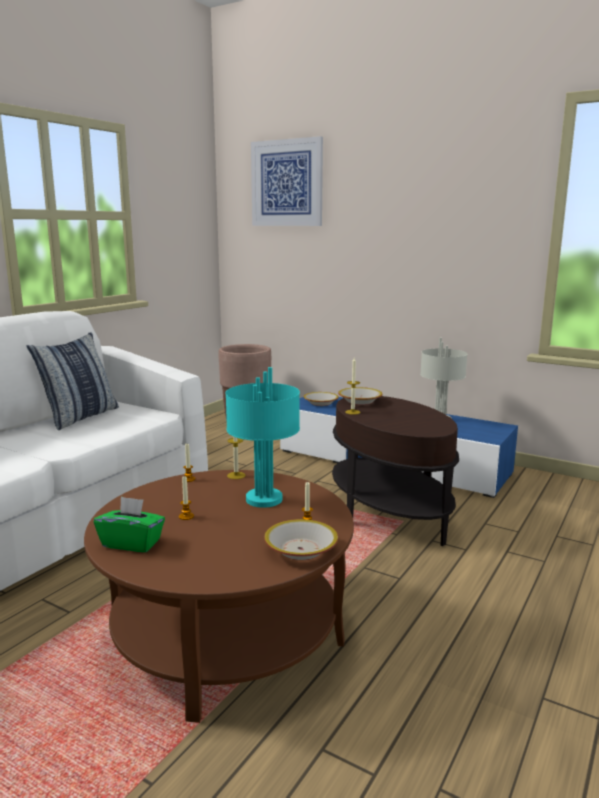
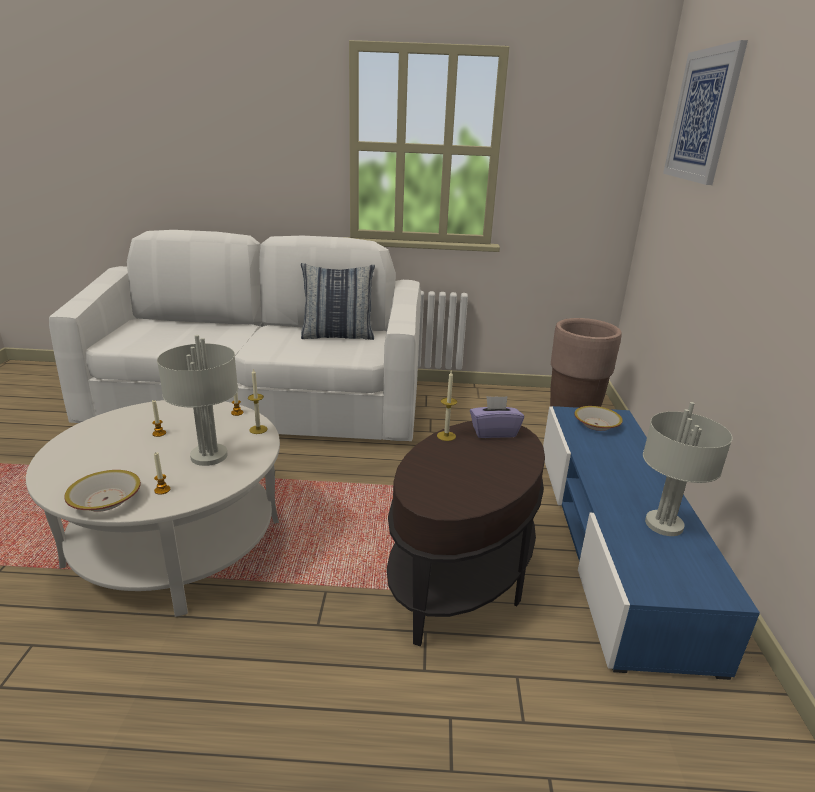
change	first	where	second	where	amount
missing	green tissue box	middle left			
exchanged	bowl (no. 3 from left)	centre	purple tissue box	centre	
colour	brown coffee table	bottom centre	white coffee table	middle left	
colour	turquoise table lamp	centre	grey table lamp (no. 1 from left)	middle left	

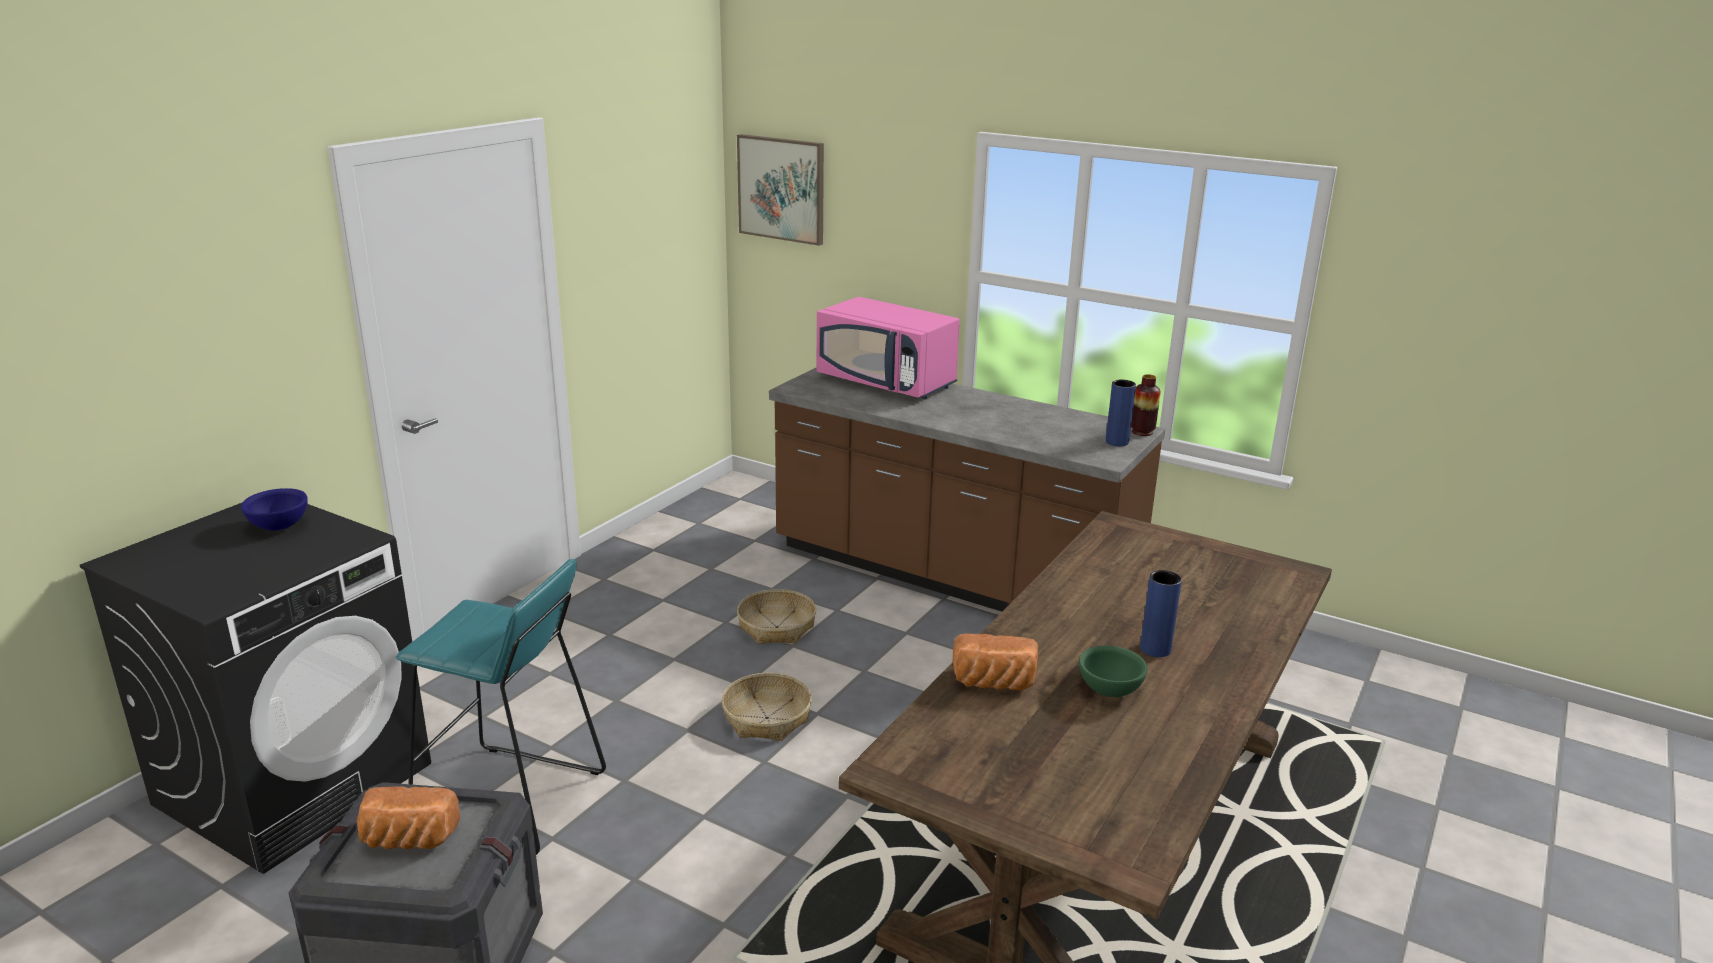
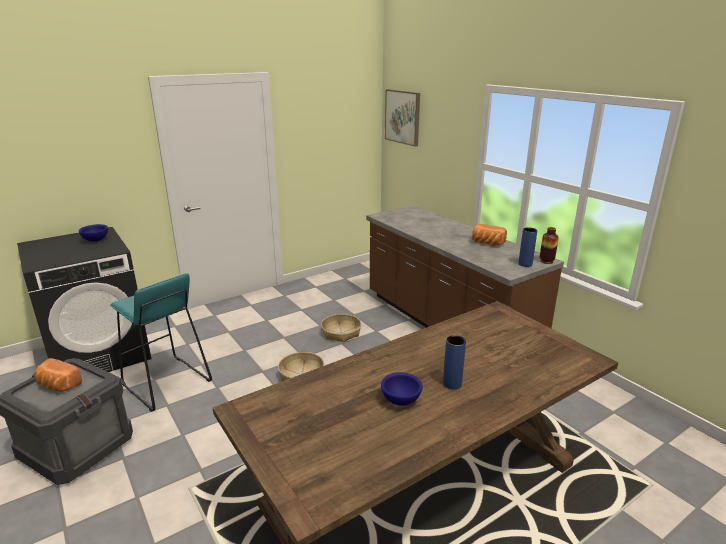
change	first	where	second	where	amount
missing	pink microwave	centre			
relocated	bread (no. 2 from left)	bottom centre		middle right	
colour	green bowl	bottom centre	blue bowl (no. 2 from left)	bottom centre	

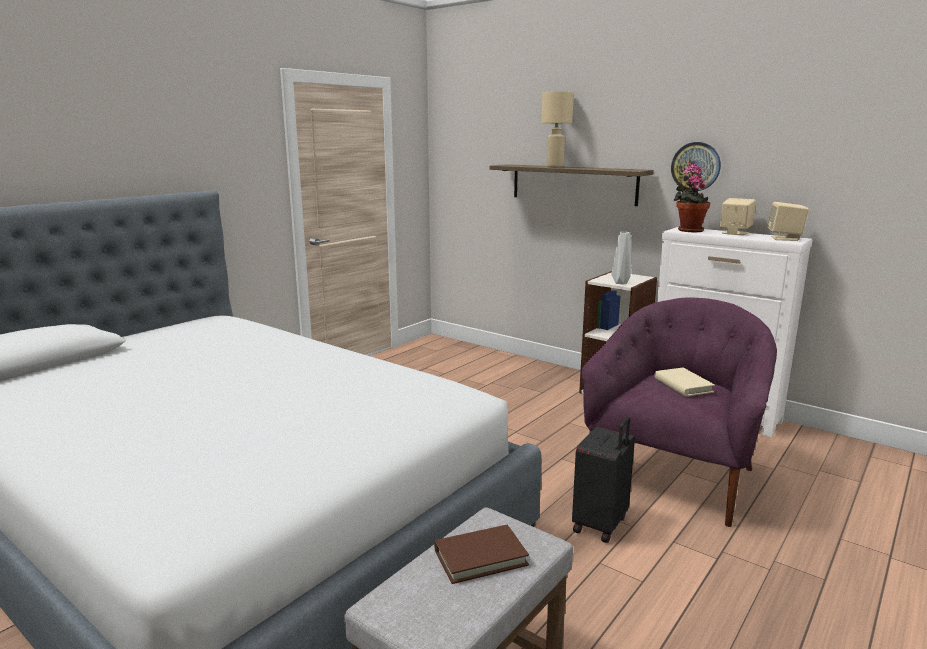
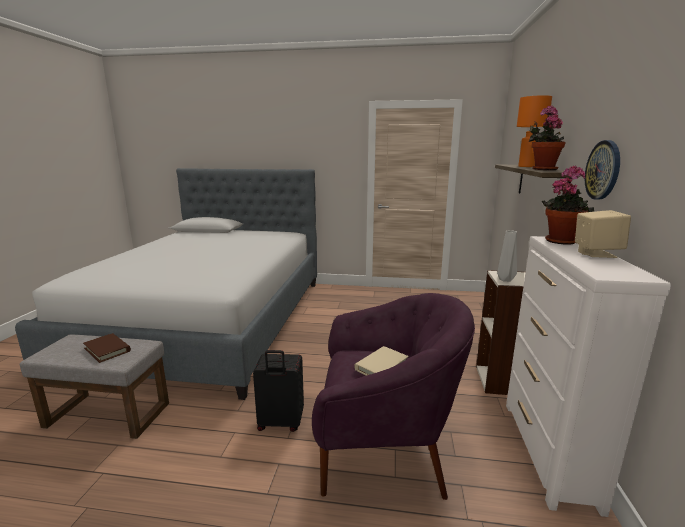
change	first	where	second	where	amount
missing	beige speaker (no. 2 from left)	middle right			
appeared			potted plant (no. 1 from left)	top right	
colour	beige table lamp	top centre	orange table lamp	top right	

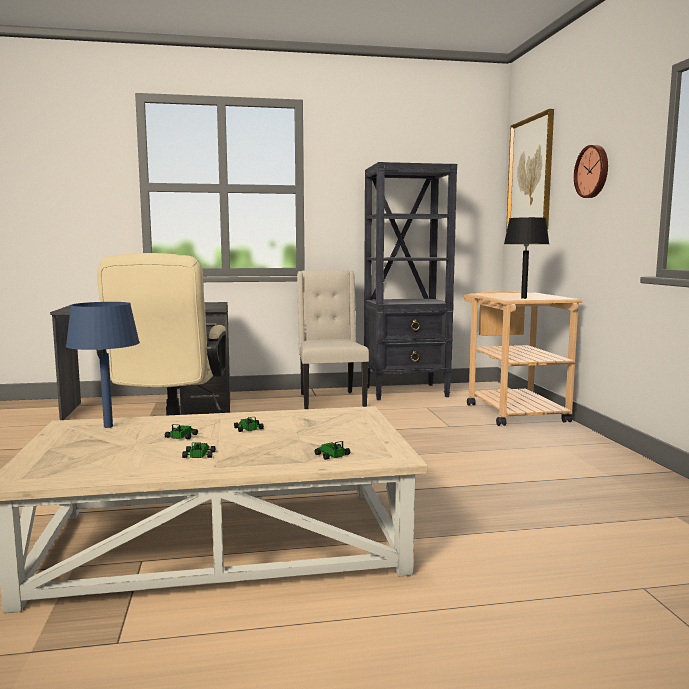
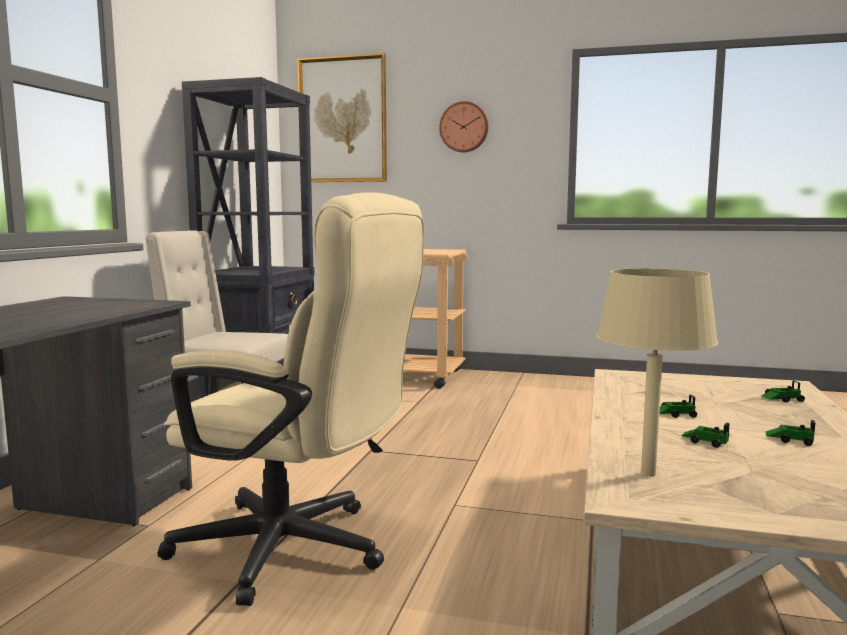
change	first	where	second	where	amount
missing	black table lamp	middle right			
colour	blue table lamp	middle left	beige table lamp	middle right	

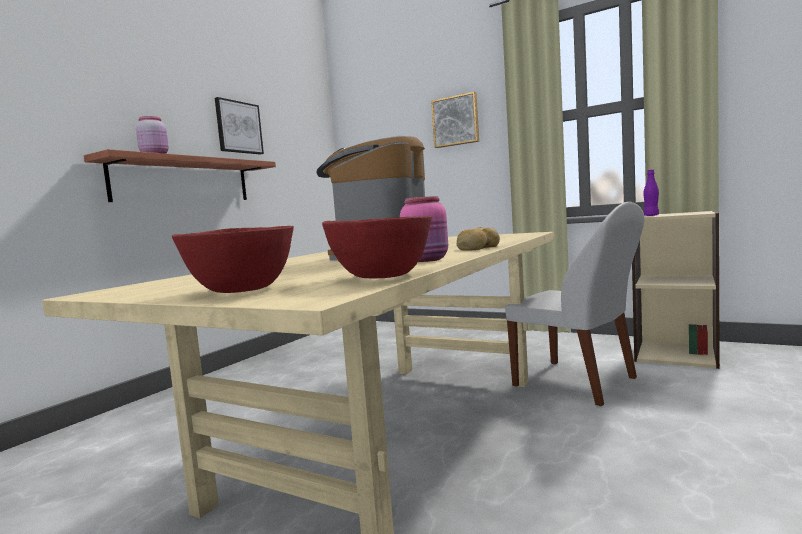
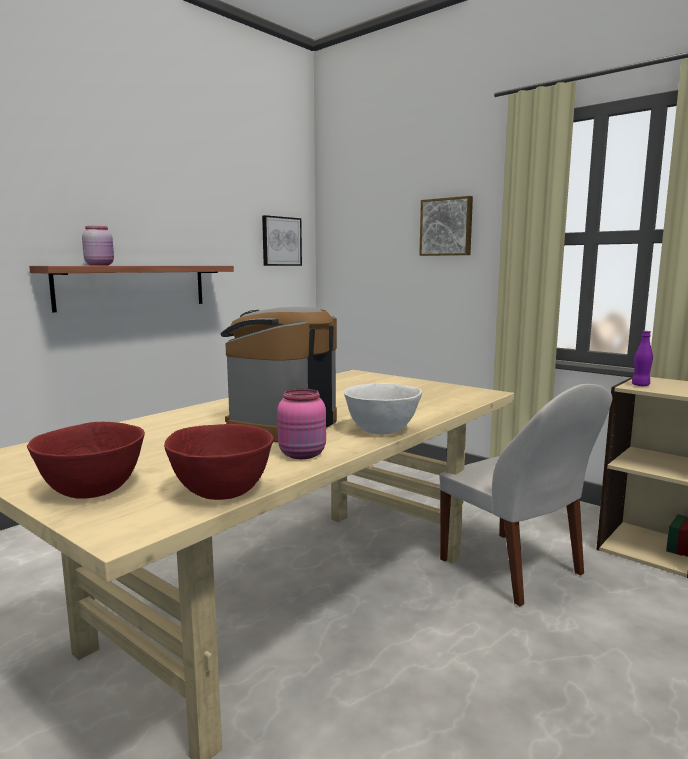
change	first	where	second	where	amount
relocated	picture (no. 1 from left)	top left		top centre	
exchanged	bread	centre	white bowl	centre	

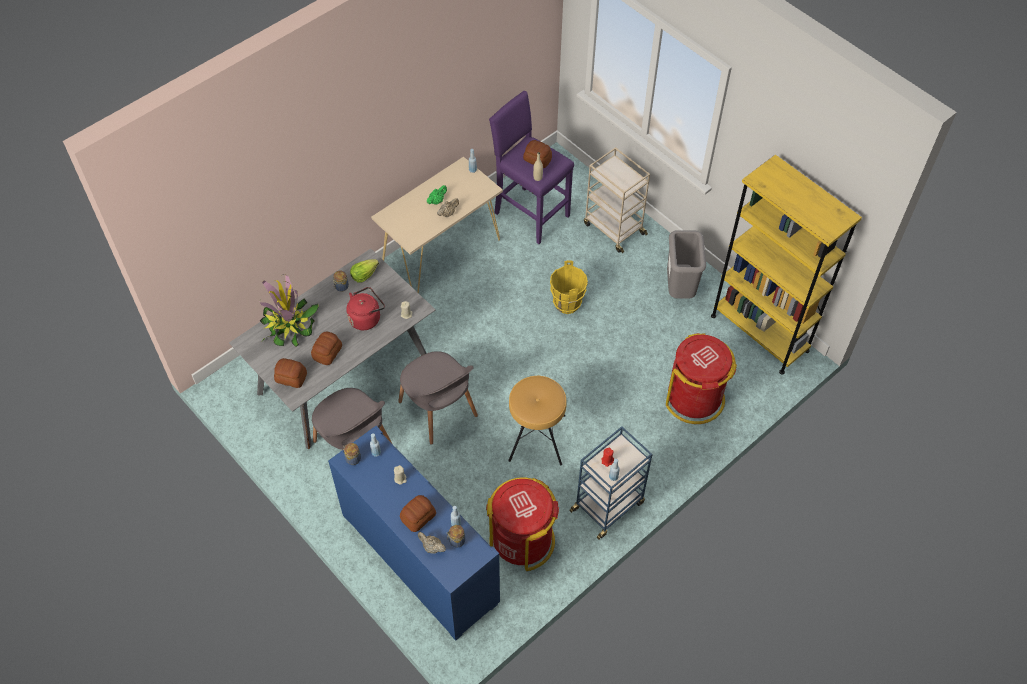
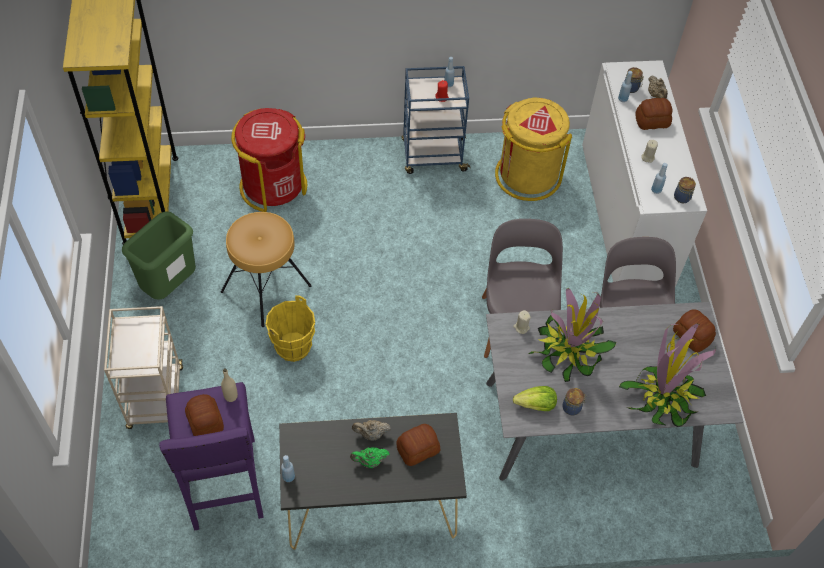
change	first	where	second	where	amount
relocated	bread (no. 2 from left)	middle left		bottom centre	
relocated	brown stool	centre		middle left	
exchanged	red kettle	centre	potted plant (no. 1 from left)	middle right	
colour	blue cabinet	bottom centre	white cabinet	top right	
colour	beige console table	top centre	black console table	bottom centre	
colour	red trash can (no. 1 from left)	bottom centre	yellow trash can	top centre	
colour	grey trash can	middle right	green trash can	middle left	

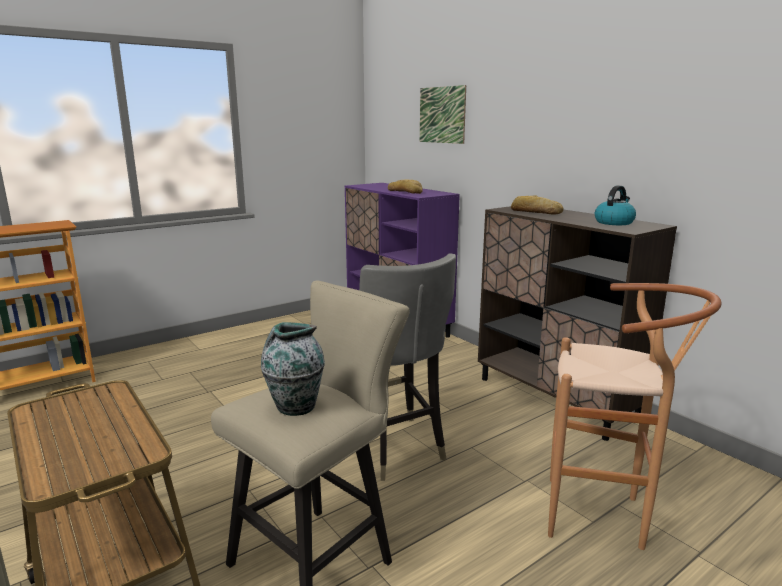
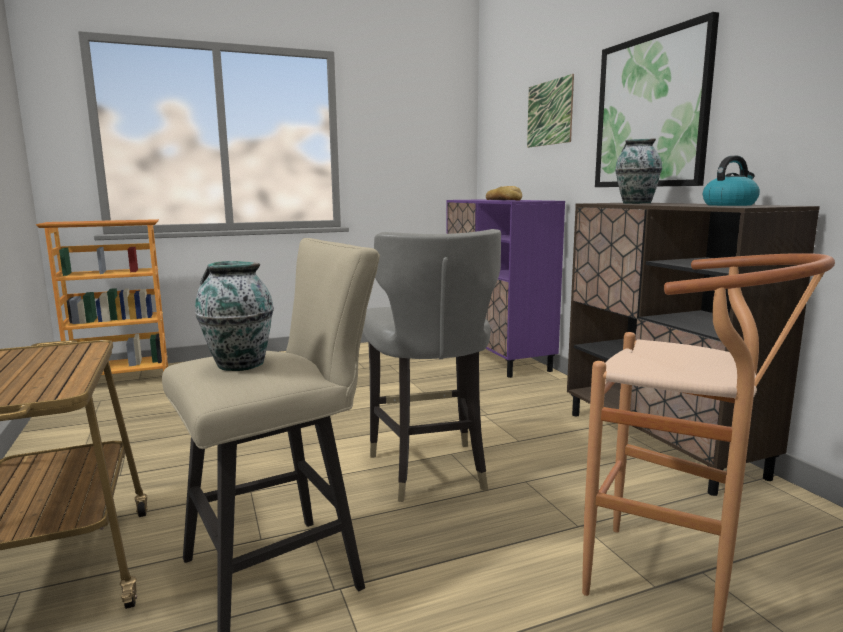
change	first	where	second	where	amount
appeared			picture (no. 2 from left)	top right	
exchanged	bread (no. 2 from left)	middle right	vase (no. 2 from left)	top right	

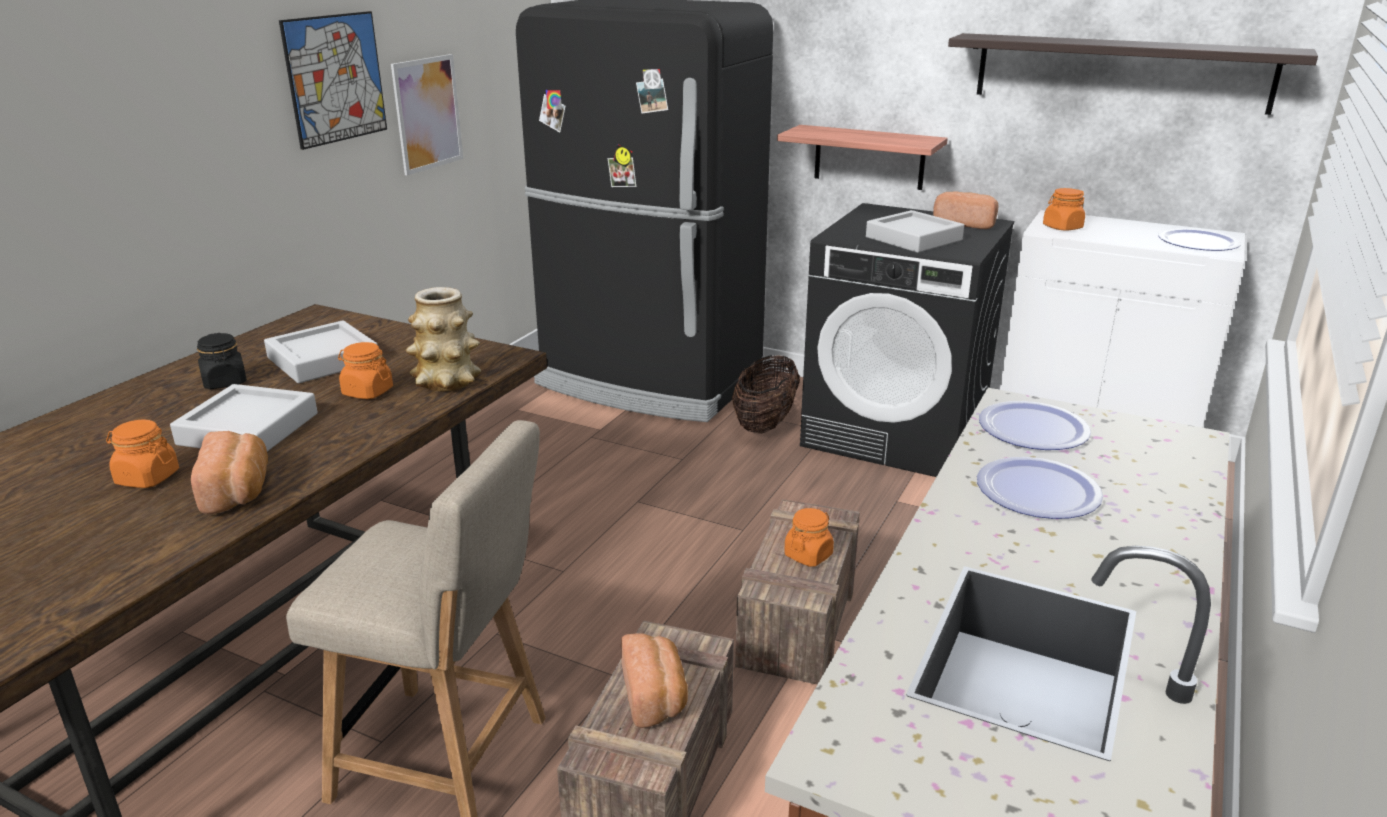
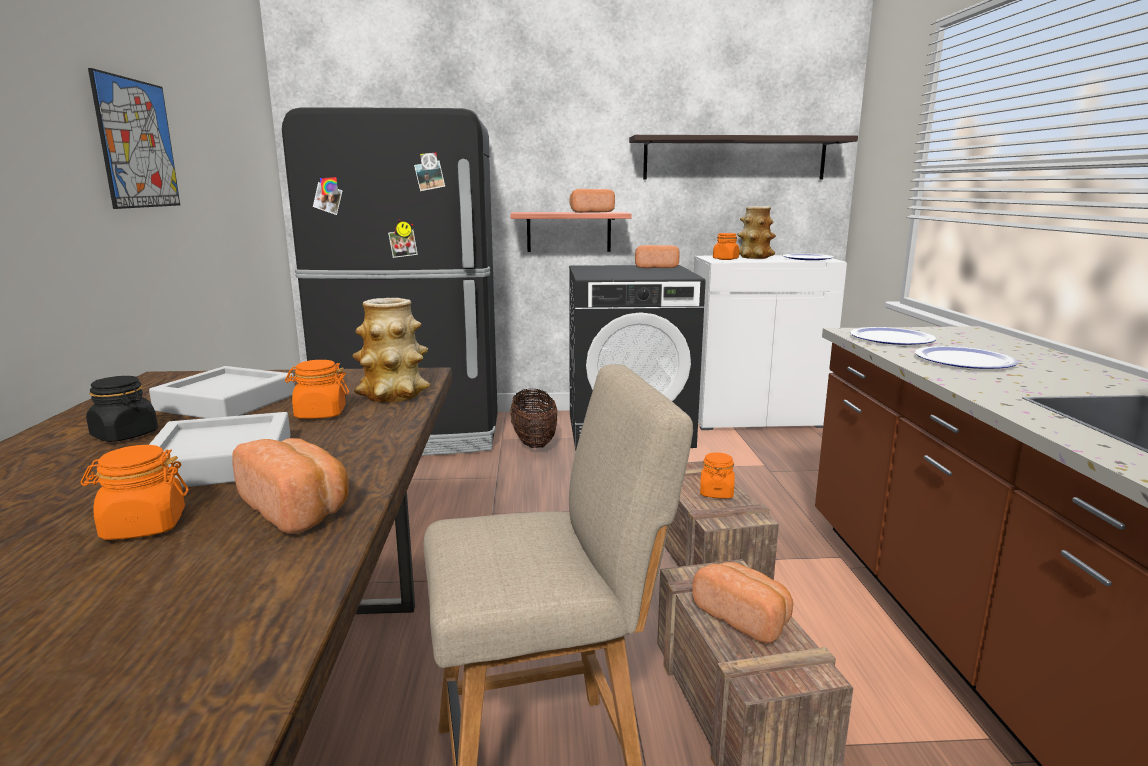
change	first	where	second	where	amount
missing	picture (no. 2 from left)	top left			
missing	grey tray (no. 3 from left)	top centre			
appeared			bread (no. 2 from left)	top centre	
appeared			vase (no. 2 from left)	top centre	

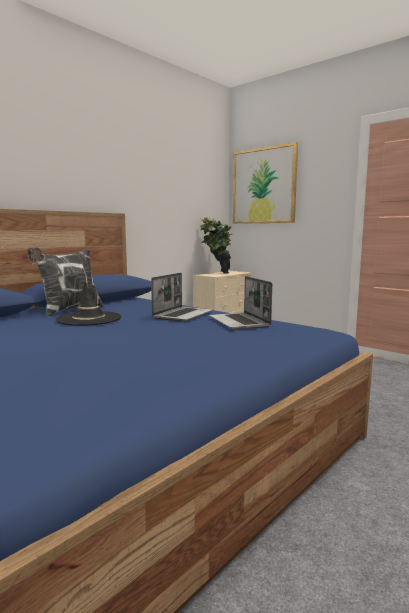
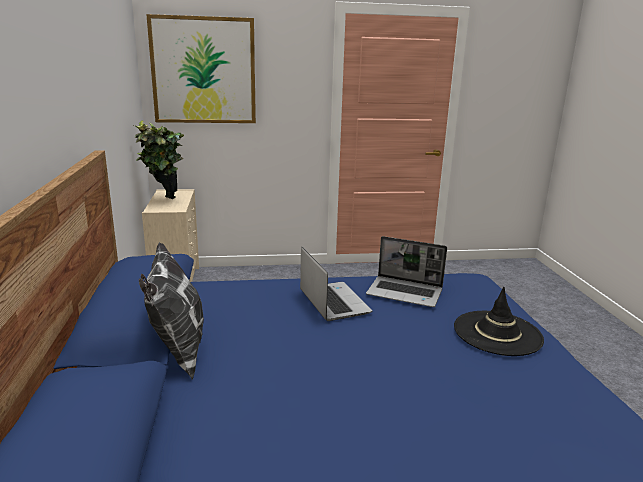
change	first	where	second	where	amount
relocated	black hat	middle left		middle right	

